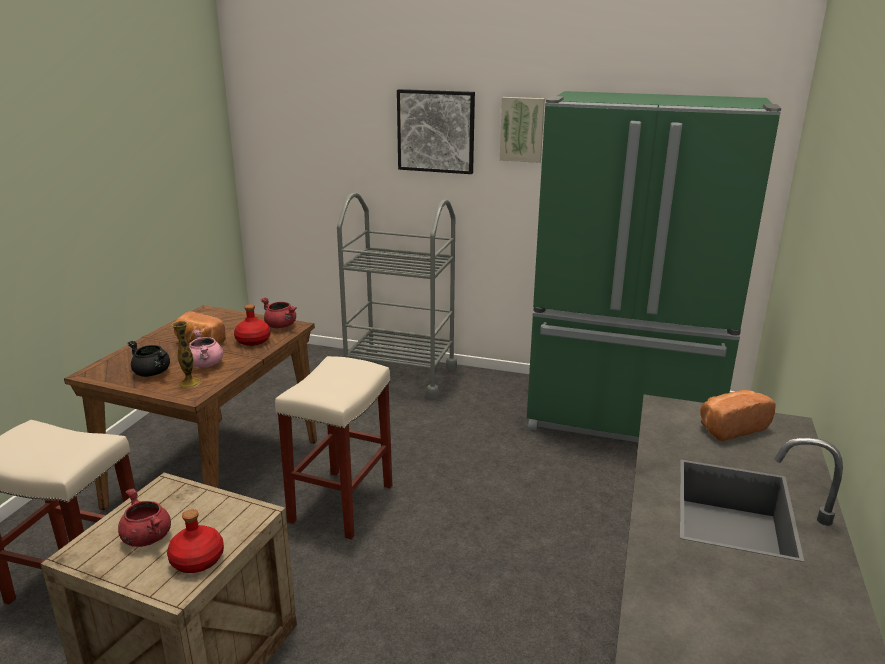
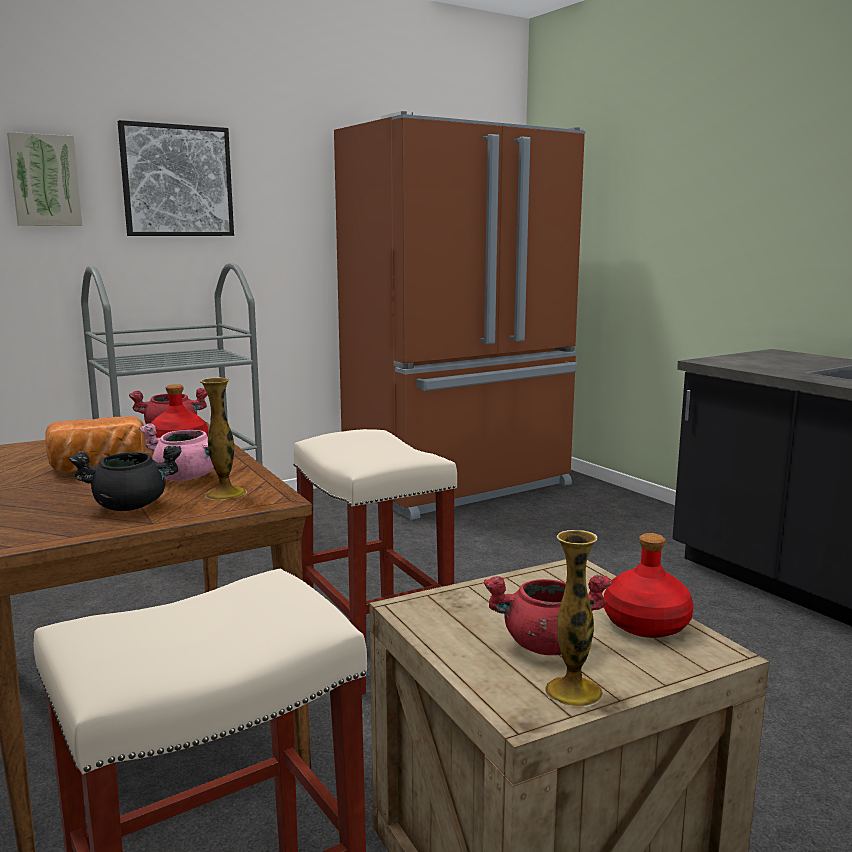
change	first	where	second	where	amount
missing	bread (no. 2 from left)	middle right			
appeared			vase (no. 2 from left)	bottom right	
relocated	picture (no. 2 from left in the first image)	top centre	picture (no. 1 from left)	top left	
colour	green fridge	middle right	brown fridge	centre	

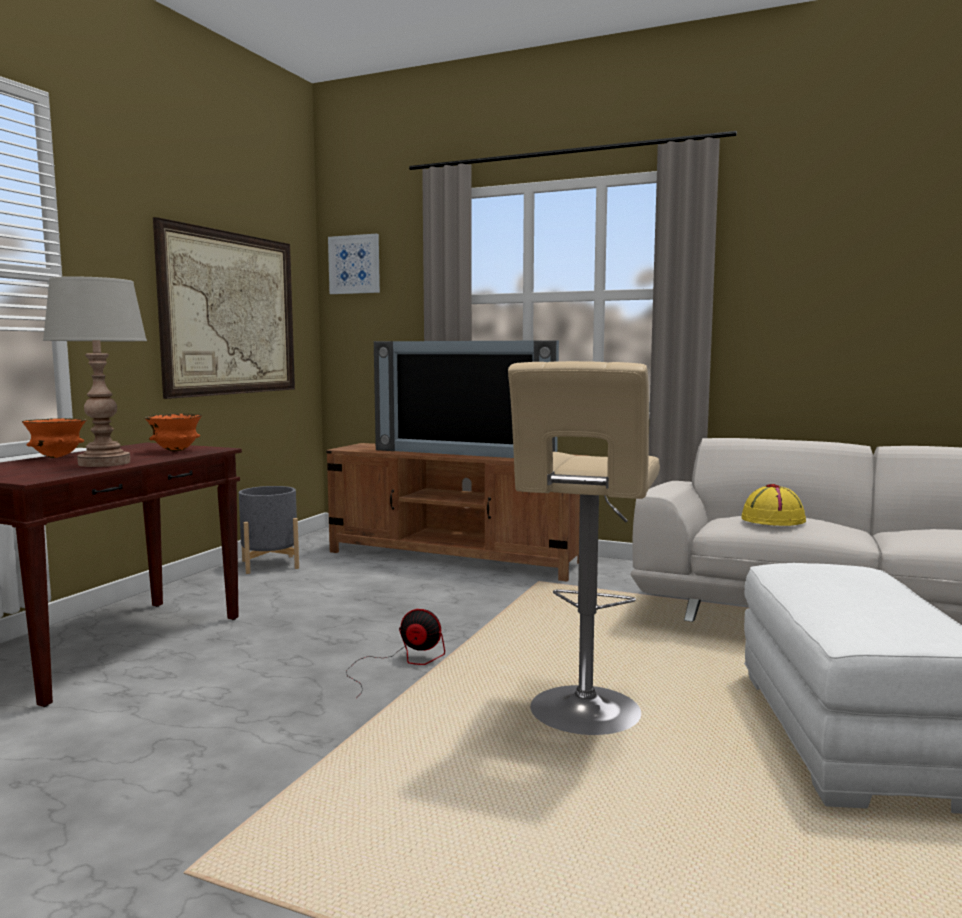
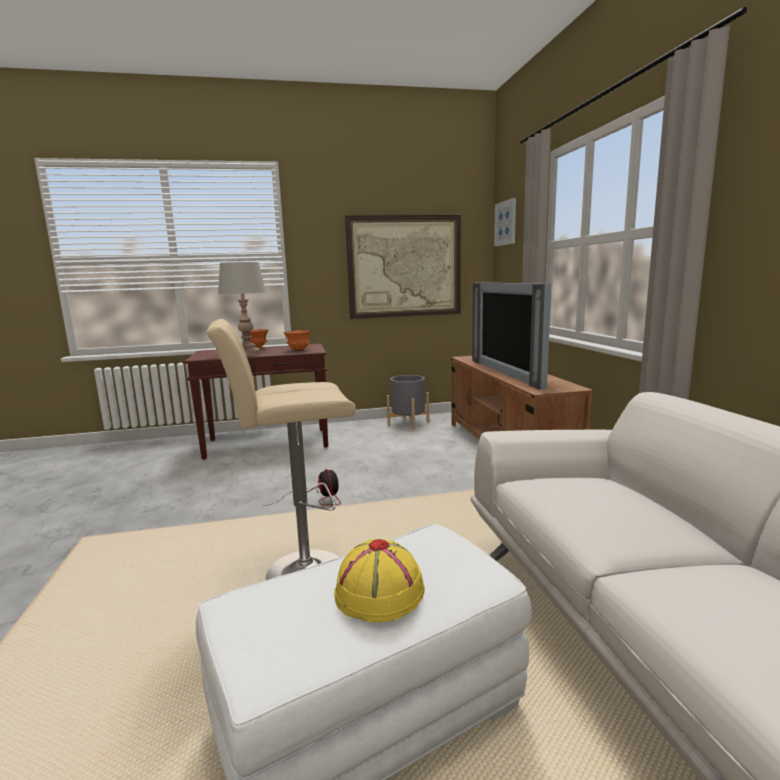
change	first	where	second	where	amount
relocated	yellow hat	middle right		bottom centre	

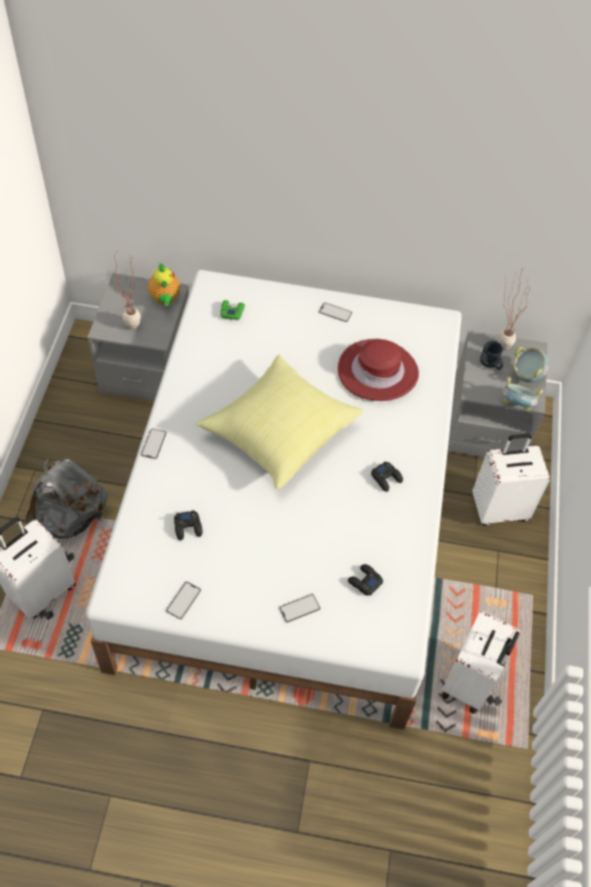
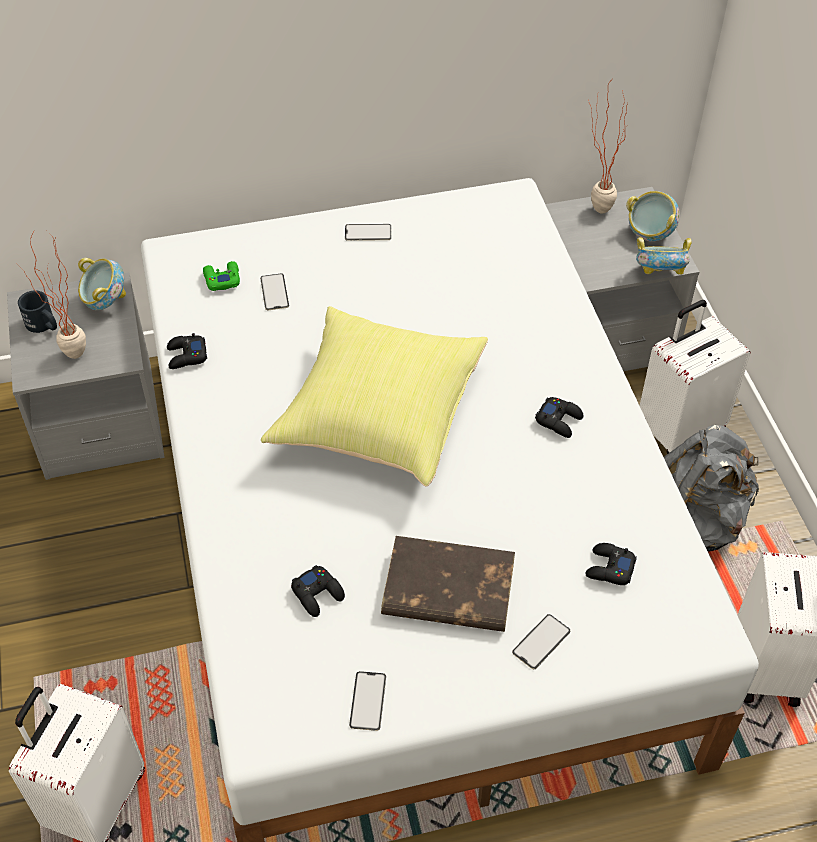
change	first	where	second	where	amount
missing	red hat	centre			
appeared			black game controller (no. 1 from left)	middle left	
appeared			brown book	bottom centre	
relocated	grey backpack	middle left		middle right	
relocated	phone (no. 1 from left)	middle left		centre	
relocated	black mug	middle right		middle left	
exchanged	teapot	top left	bowl (no. 1 from left)	middle left	

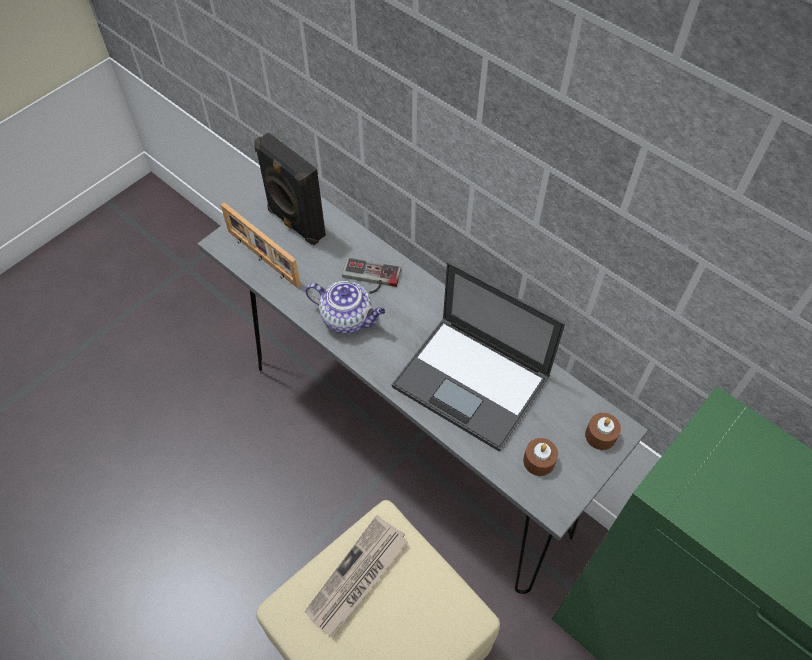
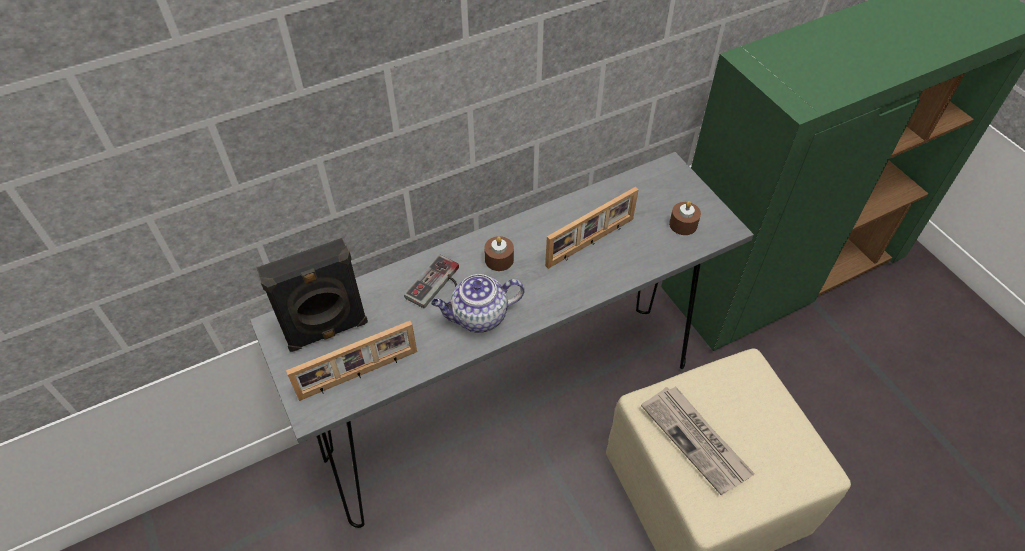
change	first	where	second	where	amount
relocated	brown candle (no. 2 from left in the first image)	middle right	brown candle (no. 1 from left)	centre	
exchanged	laptop	centre	picture frame (no. 2 from left)	centre	
spun	teapot	centre		centre	150 degrees counterclockwise

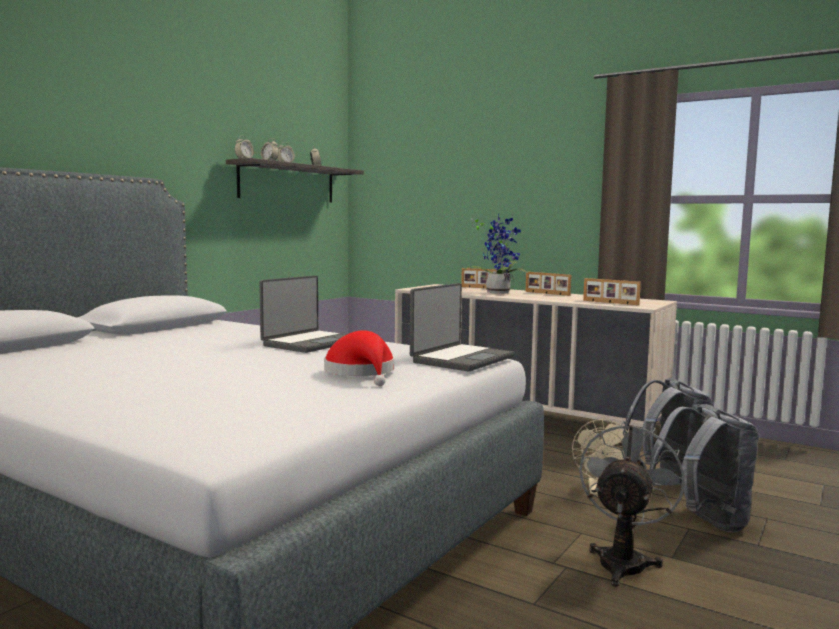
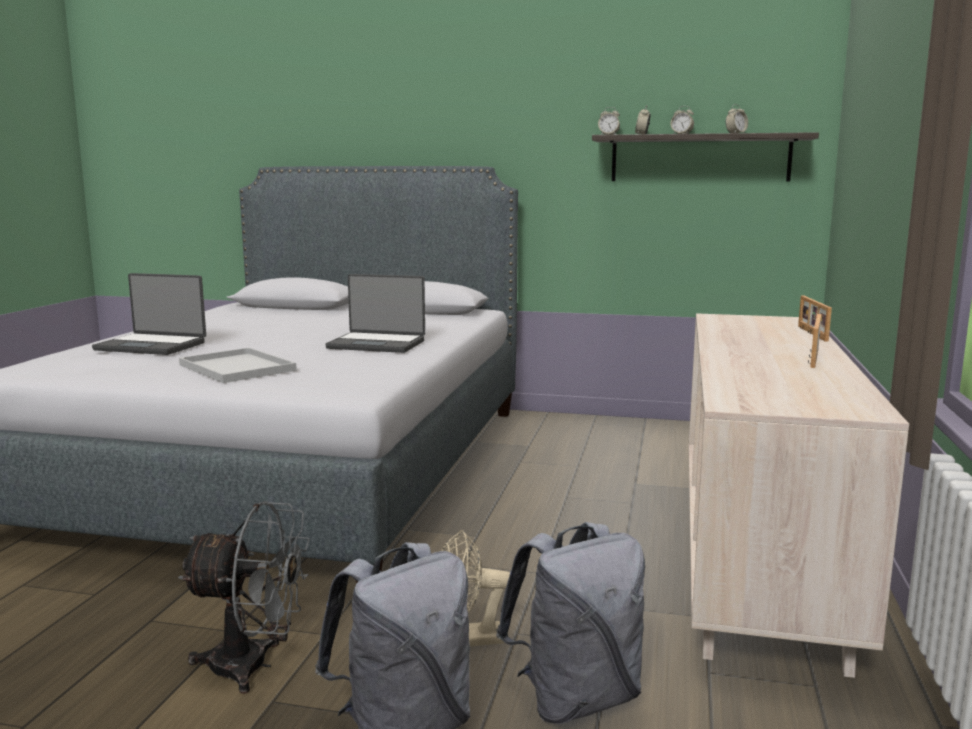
change	first	where	second	where	amount
missing	potted plant	centre			
missing	picture frame (no. 3 from left)	middle right			
relocated	laptop (no. 2 from left in the first image)	centre	laptop (no. 1 from left)	middle left	
exchanged	red hat	centre	white tray	middle left	

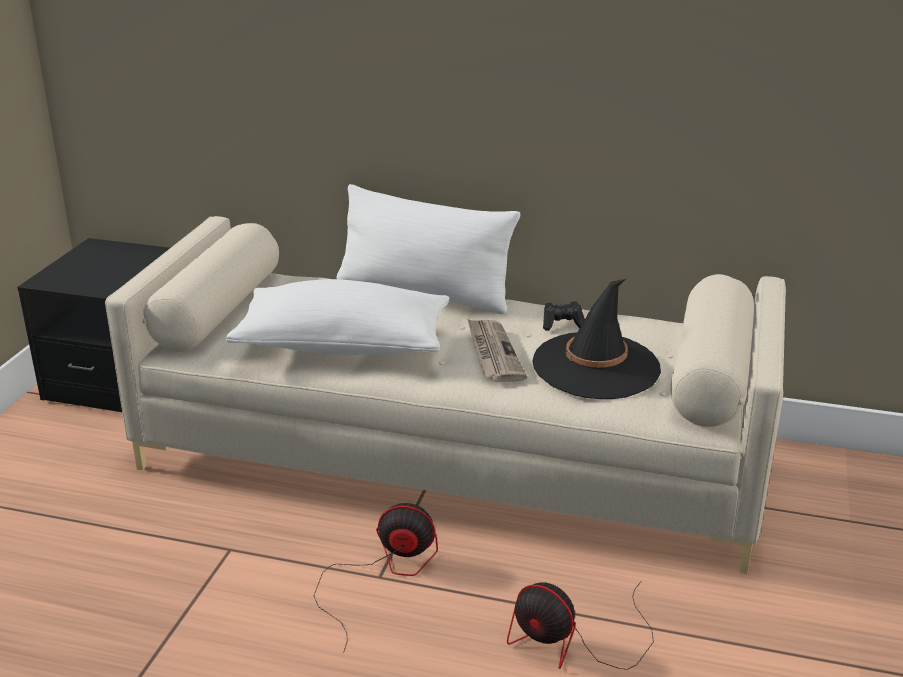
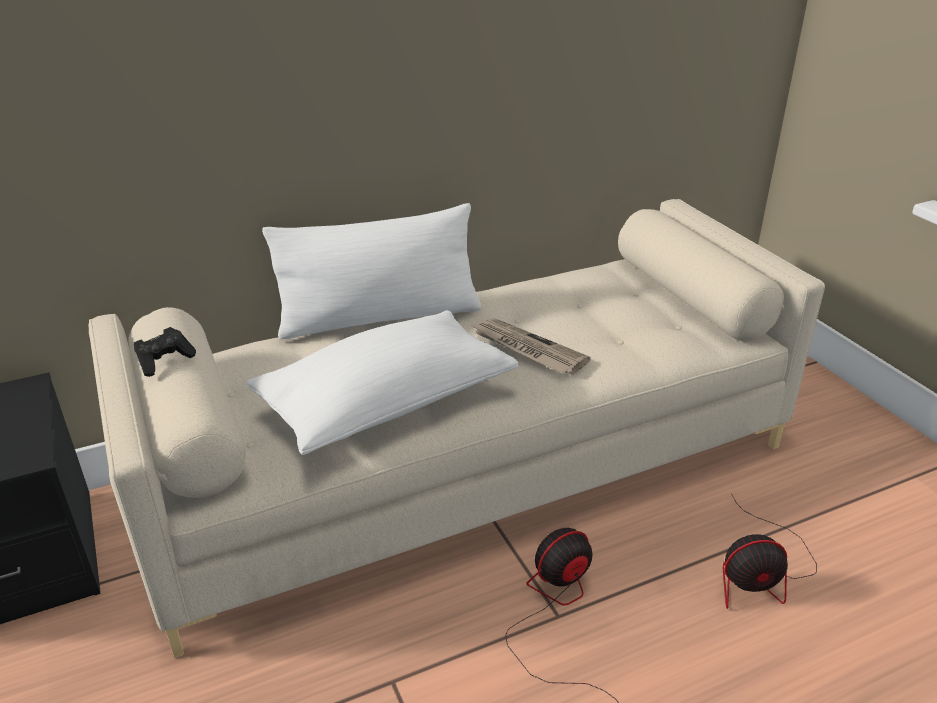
change	first	where	second	where	amount
missing	black hat	centre			
relocated	black game controller	centre		middle left	

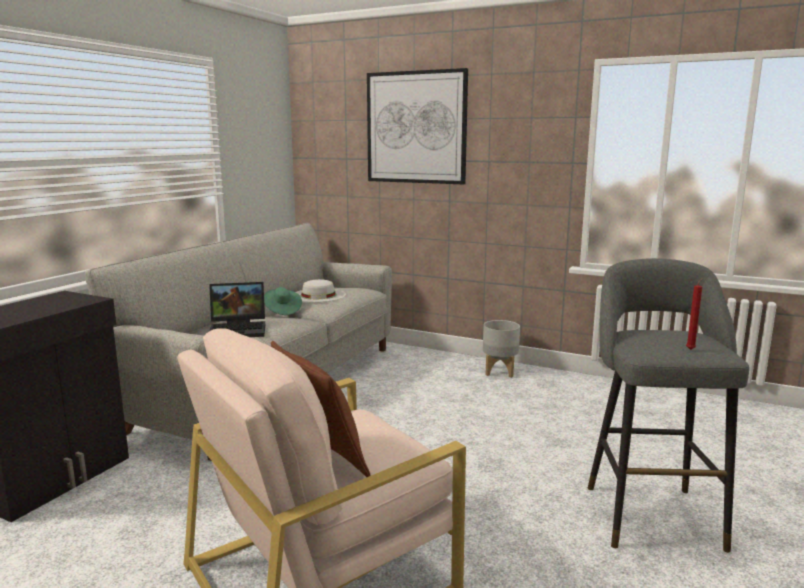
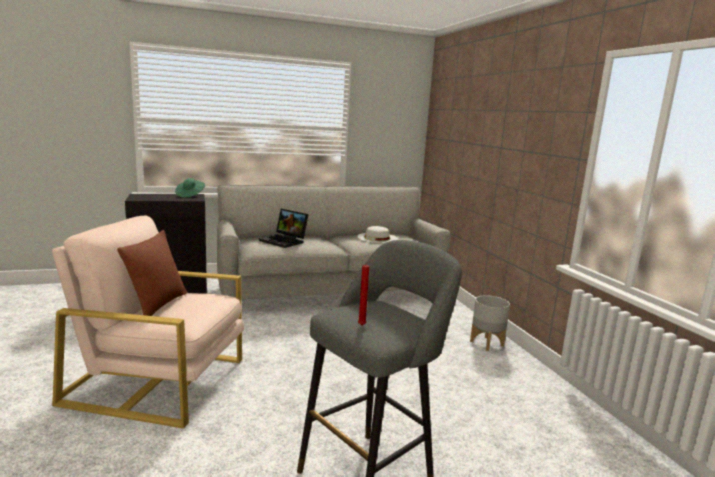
change	first	where	second	where	amount
missing	picture	top centre			
relocated	green hat	centre		middle left	

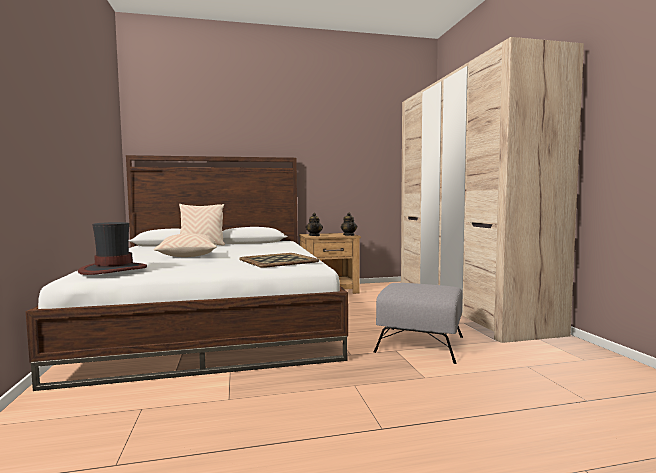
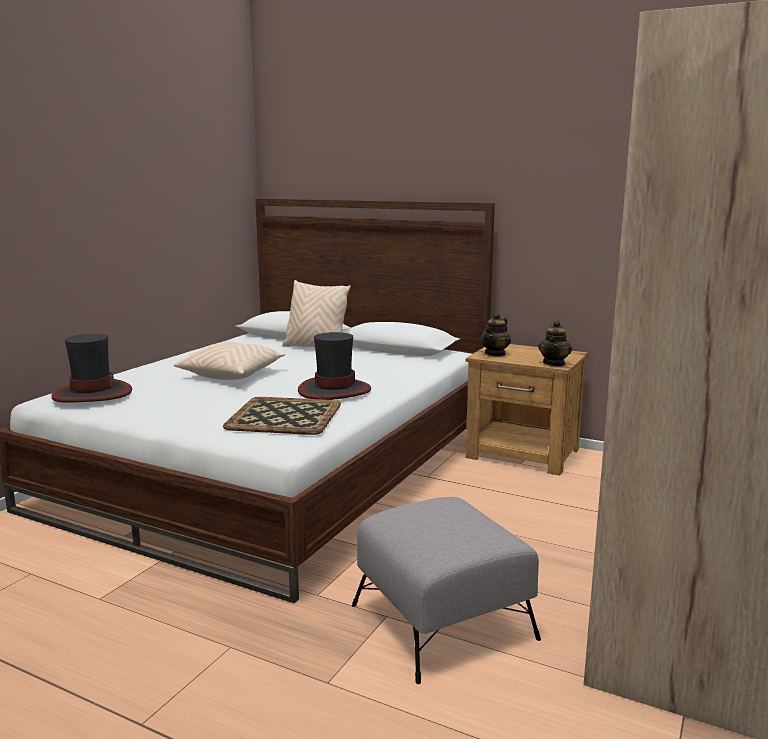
change	first	where	second	where	amount
appeared			hat (no. 2 from left)	centre	

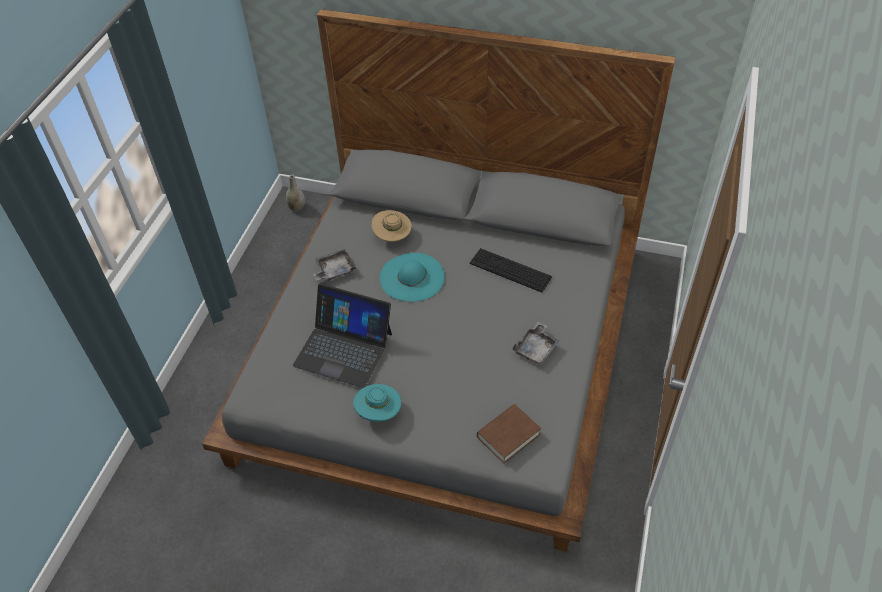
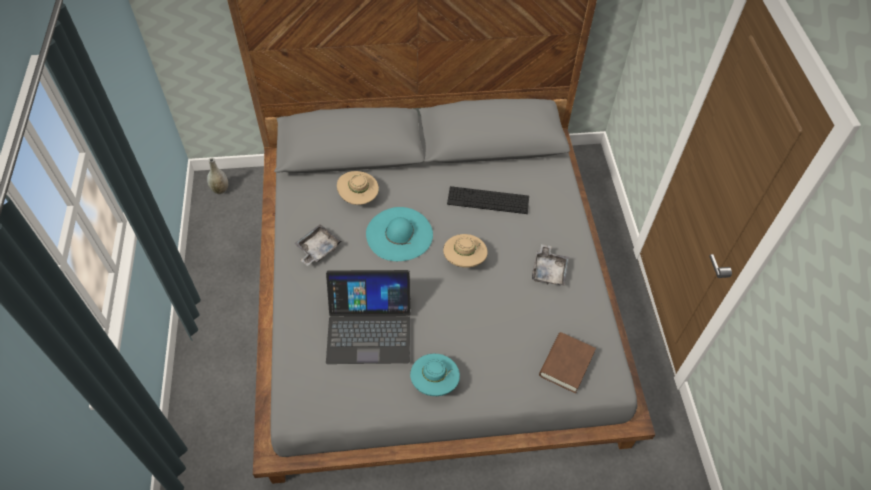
change	first	where	second	where	amount
appeared			beige hat (no. 2 from left)	centre	

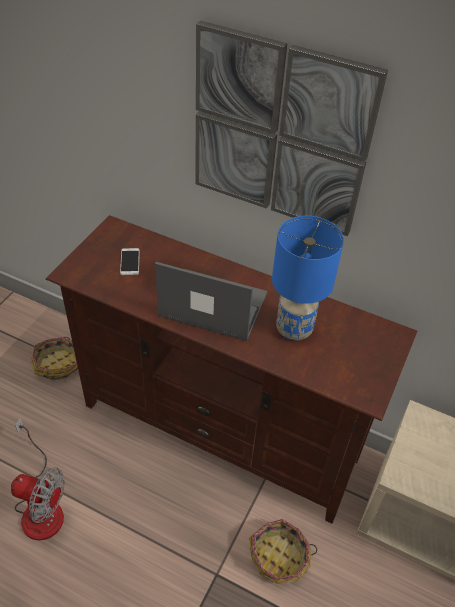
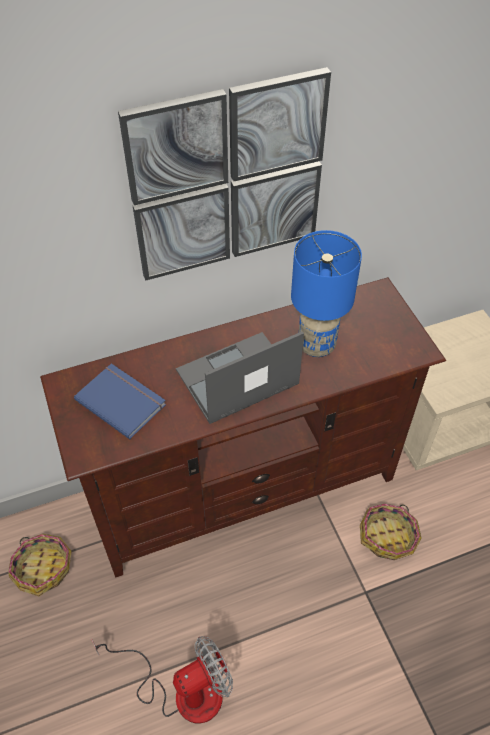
change	first	where	second	where	amount
exchanged	phone	middle left	blue book	middle left	

